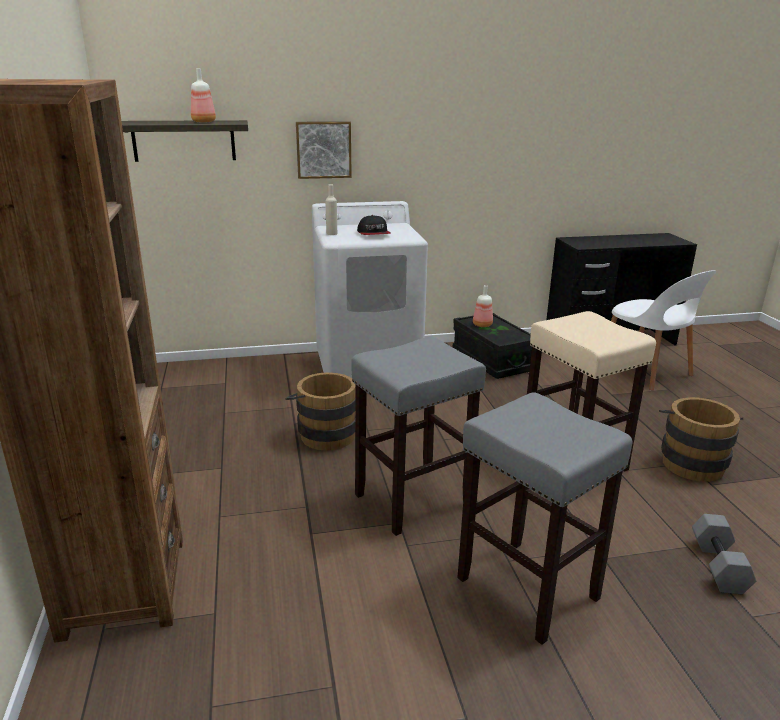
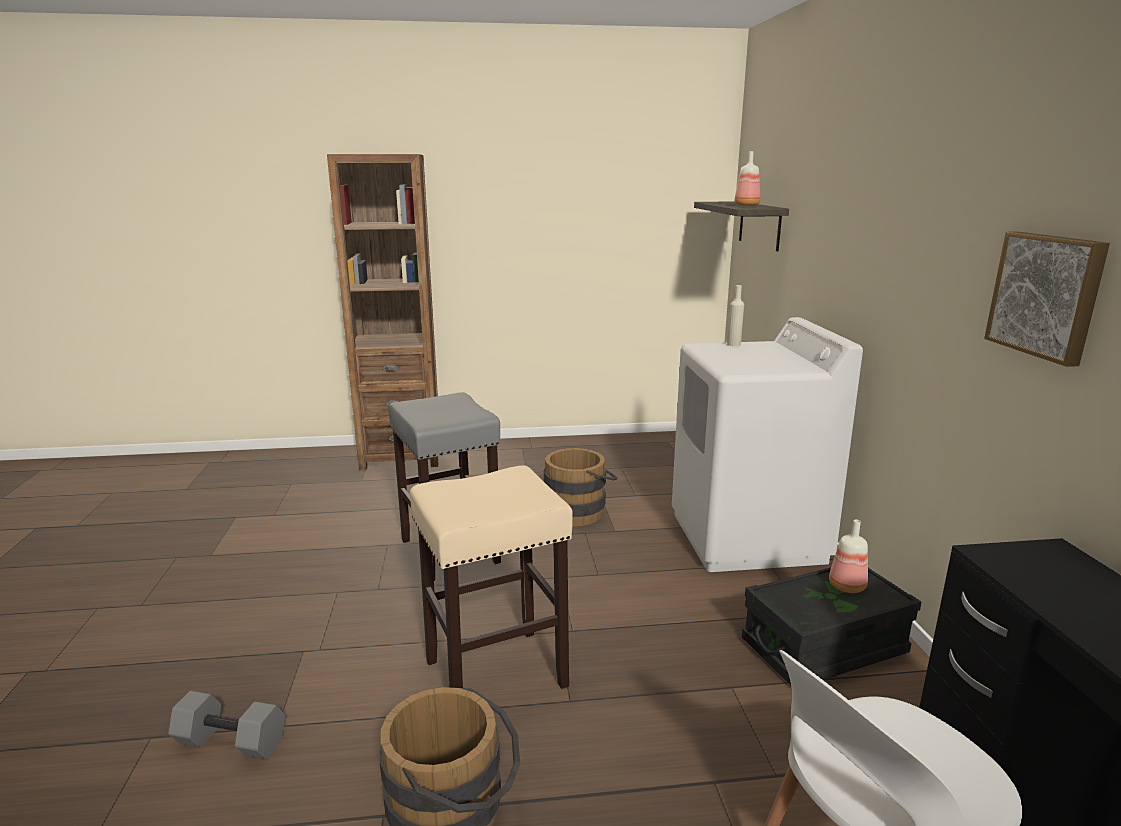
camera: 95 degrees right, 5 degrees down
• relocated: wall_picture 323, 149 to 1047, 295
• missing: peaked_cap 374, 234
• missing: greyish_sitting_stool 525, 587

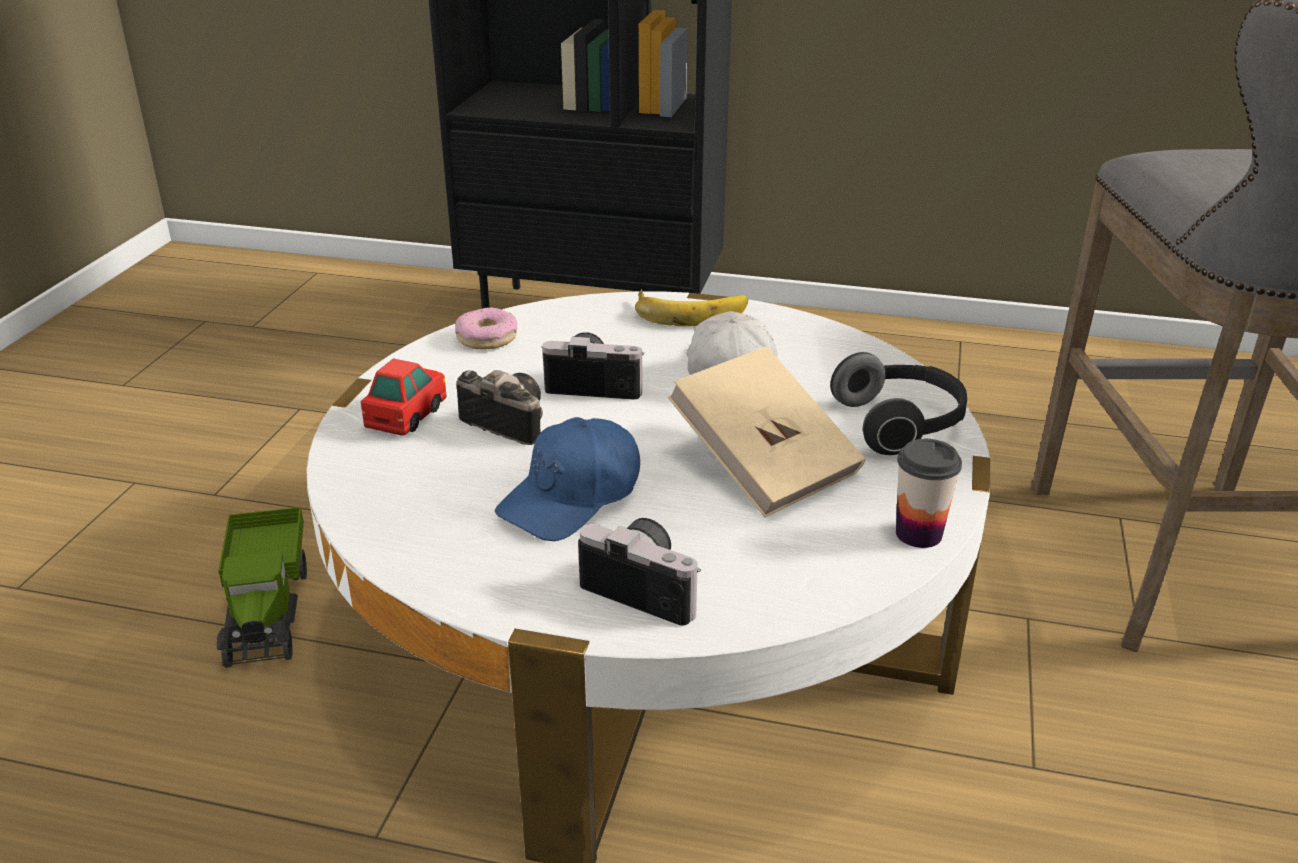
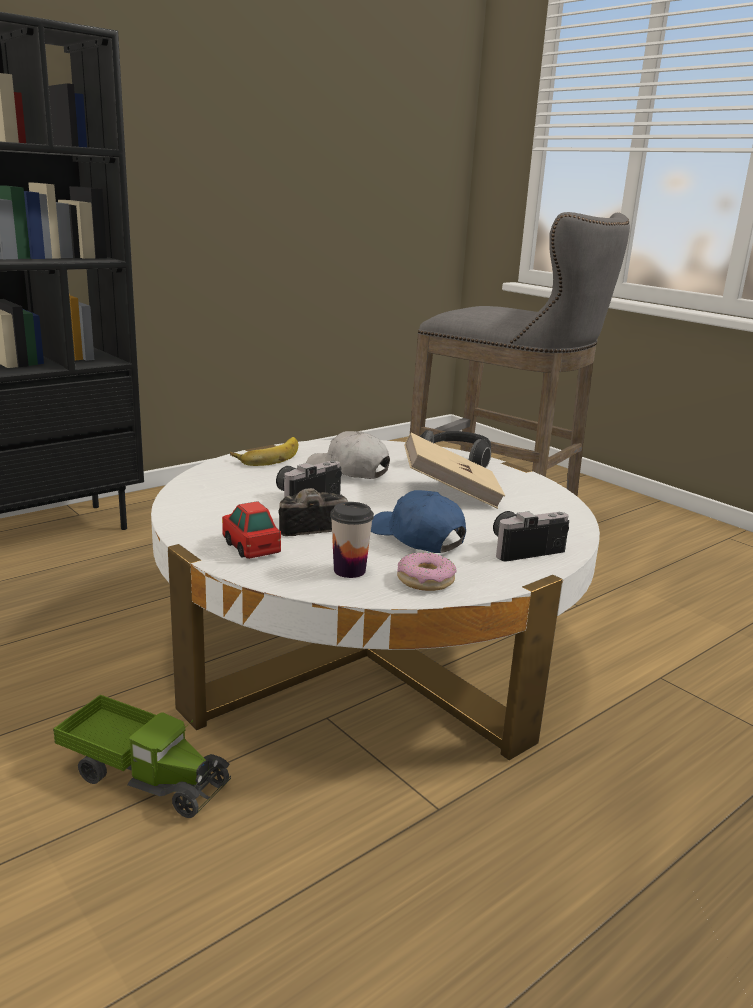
camera: 55 degrees left, 10 degrees down
• relocated: doughnut 486, 338 to 425, 580
• spun: blue_peaked_cap 572, 497 = 416, 537 150 degrees clockwise
• relocated: drinking_cup 918, 534 to 349, 570

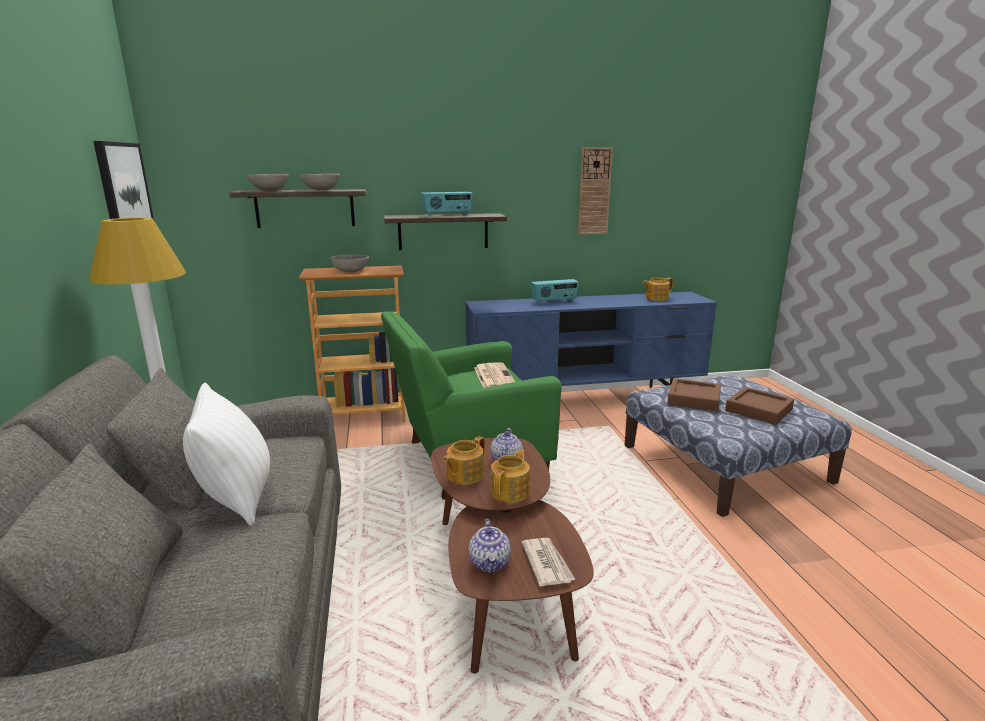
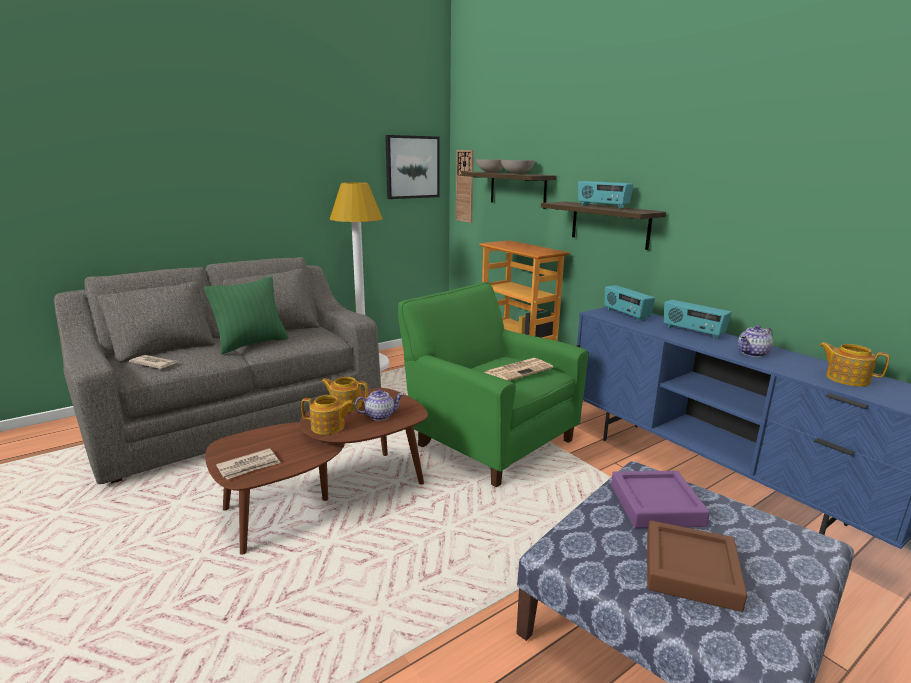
camera: 65 degrees right, 0 degrees up
• colour: whitish_pillow 237, 497 to green_pillow 252, 344
• missing: greyish_deep_dish 351, 271
• relocated: tea_pot 490, 563 to 753, 353
• relocated: wall_clock 594, 191 to 465, 186
• colour: brown-coloured_serving_tray 693, 399 to purple-coloured_serving_tray 656, 505
• appeared: daily_paper 154, 363
• appeared: radio_receiver 625, 315

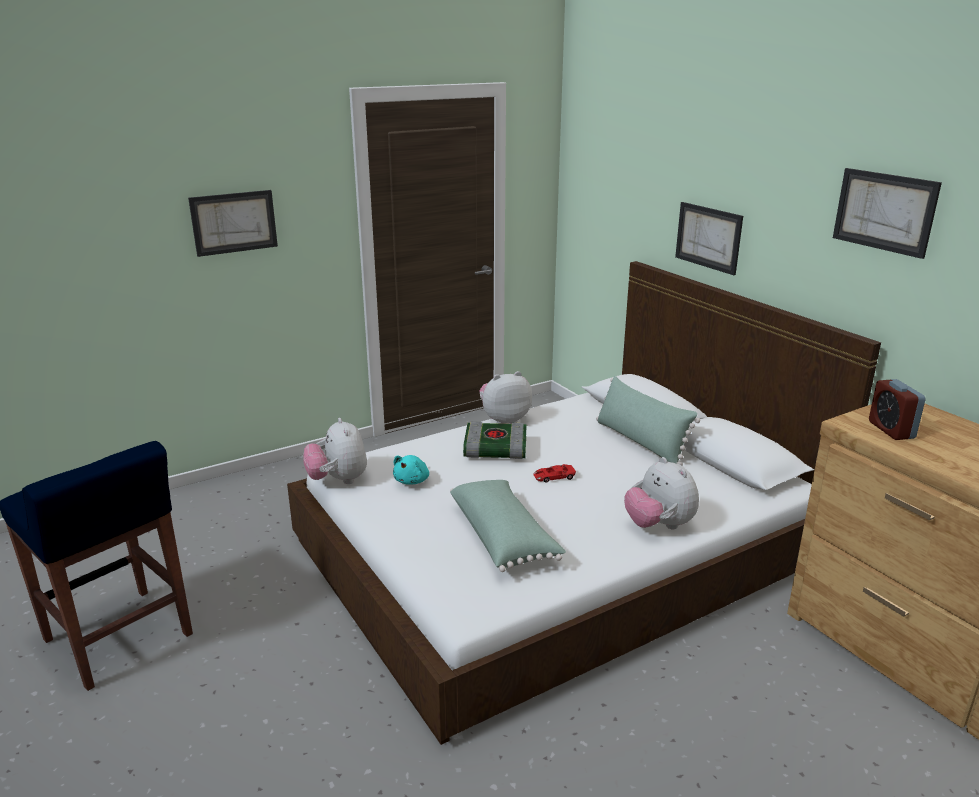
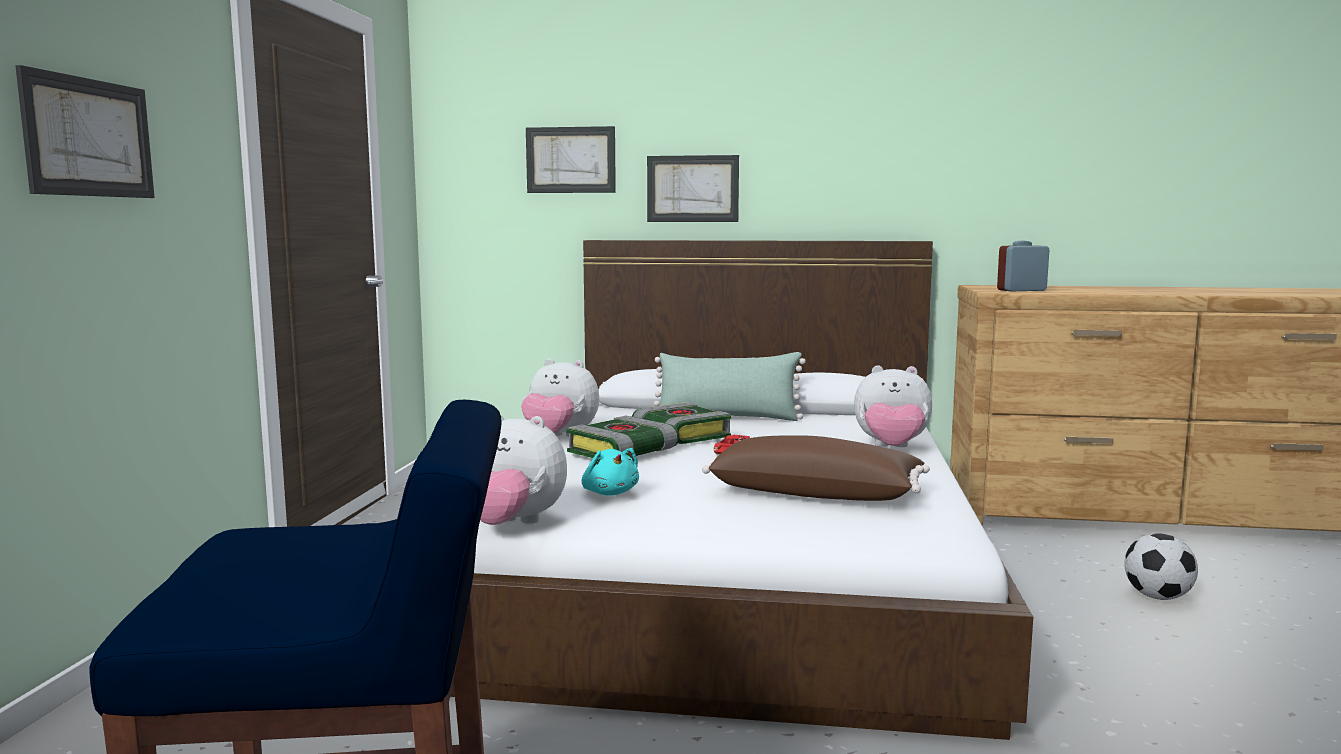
camera: 50 degrees left, 15 degrees down
• colour: green_pillow 503, 537 to brown-coloured_pillow 815, 493
• spun: cuddly_toy 504, 419 = 560, 437 90 degrees counterclockwise
• relocated: wall_picture 884, 211 to 571, 160
• spun: table_clock 891, 430 = 1021, 290 135 degrees clockwise
• appeared: book 679, 435
• appeared: football_ball 1157, 597

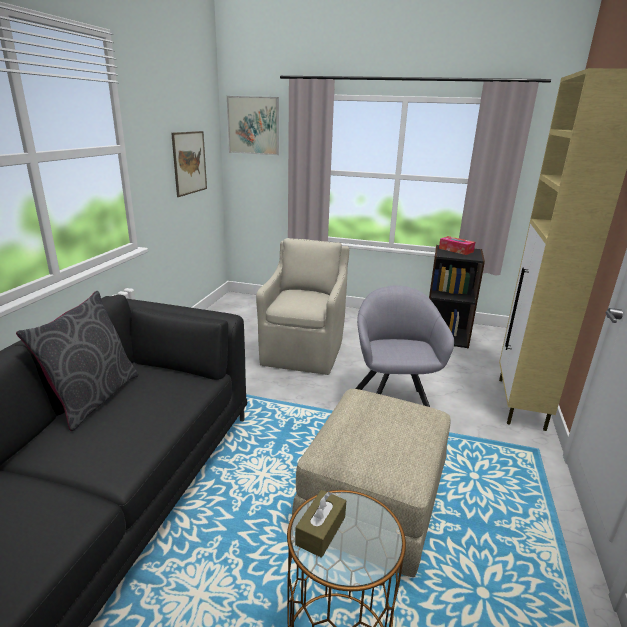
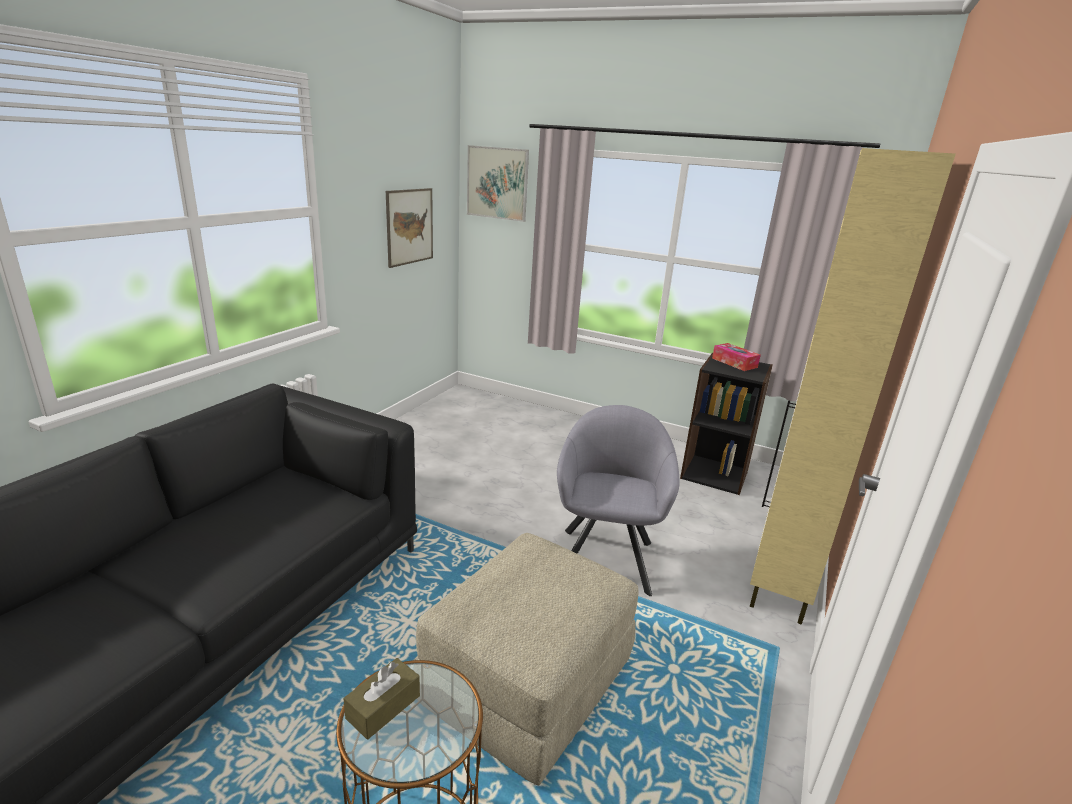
camera: 10 degrees right, 0 degrees up
• missing: greyish_pillow 93, 398
• missing: beige_lounge_chair 304, 351

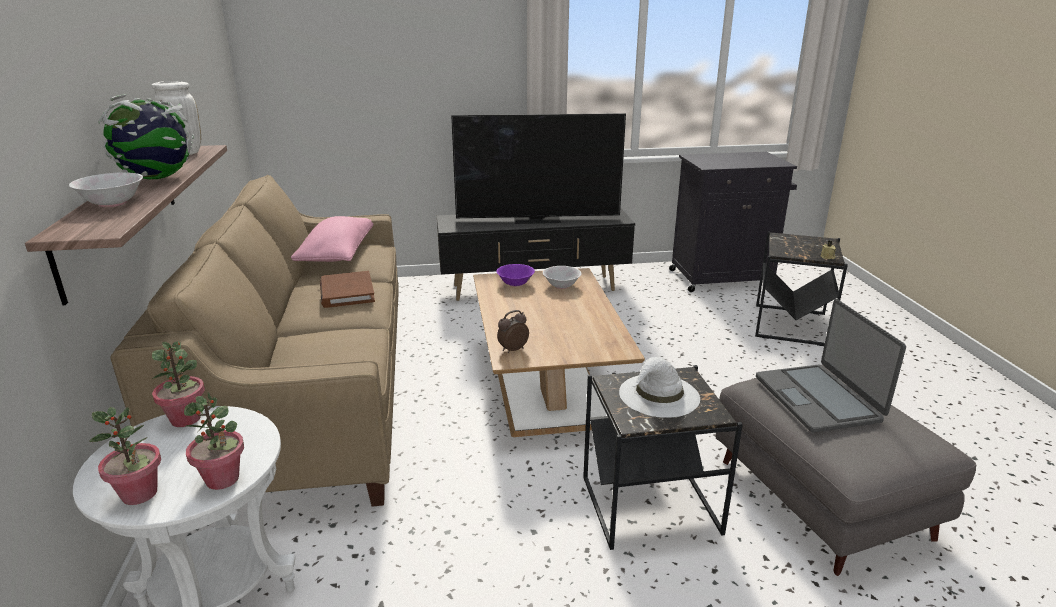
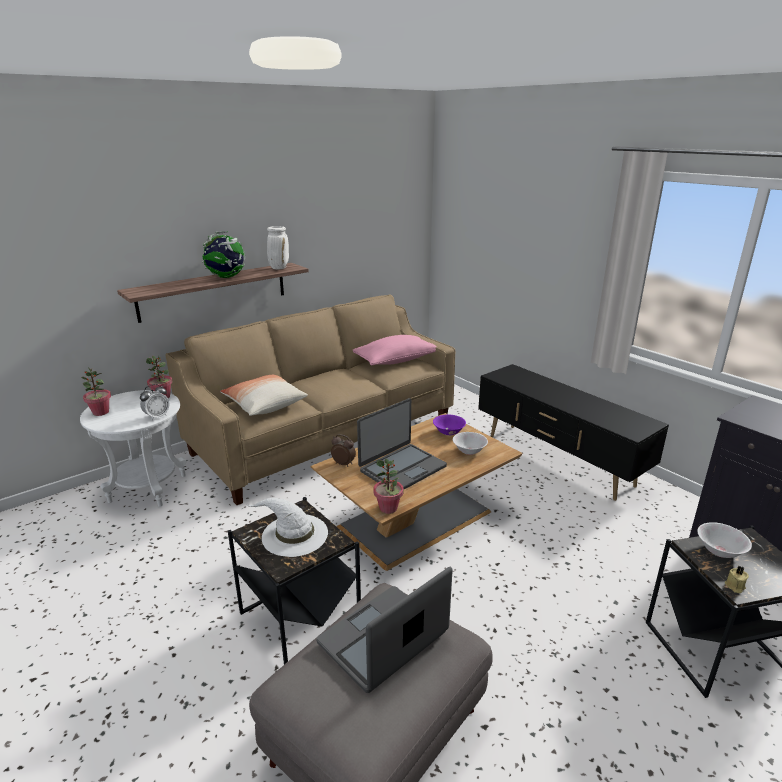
camera: 60 degrees right, 0 degrees up
• relocated: whitish_deep_dish 112, 203 to 719, 551
• relocated: potted_plant 223, 479 to 388, 508
• missing: brown-coloured_book 347, 293
• missing: television 538, 219
• appeared: table_clock 157, 416
• appeared: pillow 264, 405
• appeared: portable_computer 402, 468

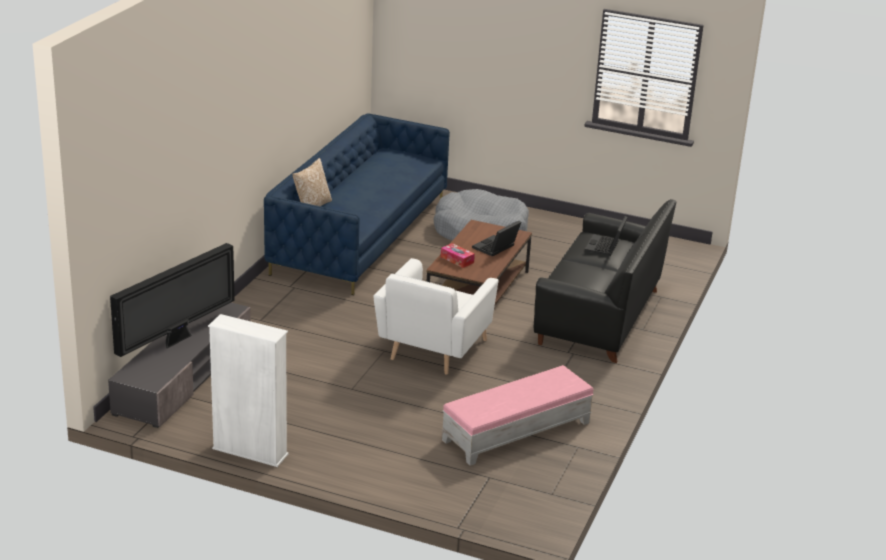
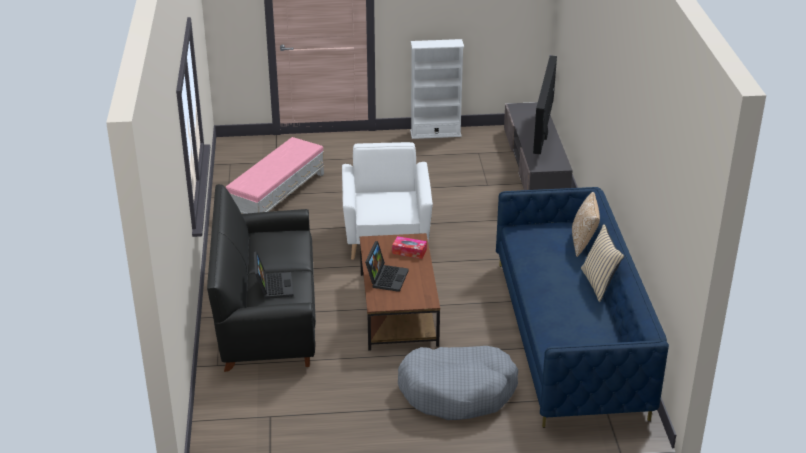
camera: 155 degrees right, 5 degrees up
• appeared: beige_pillow 599, 284

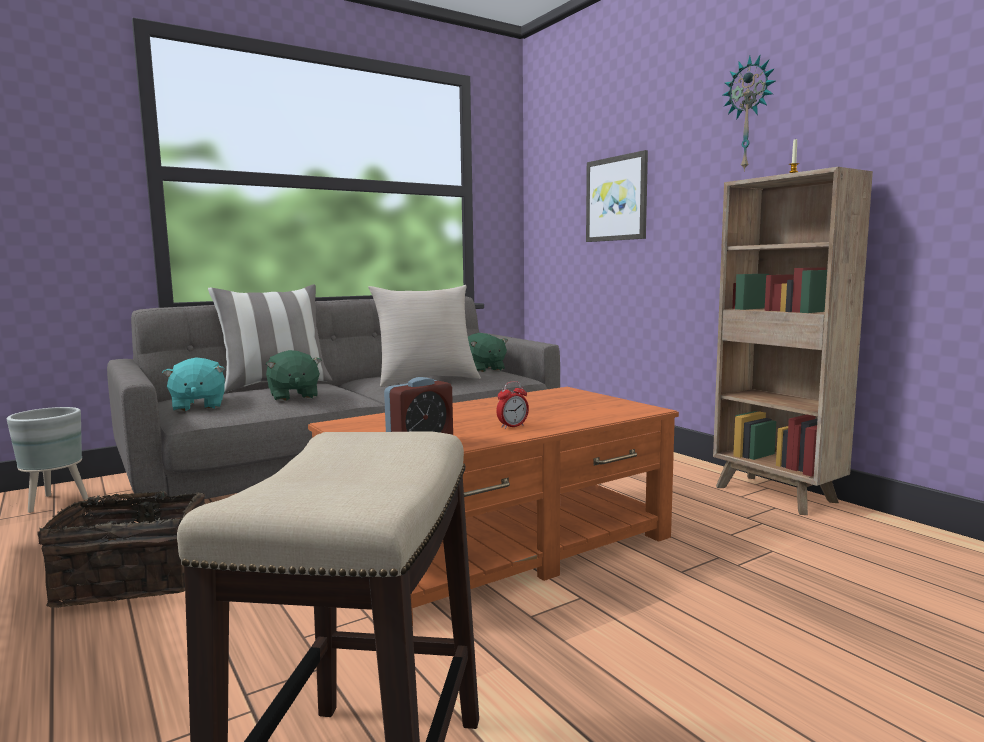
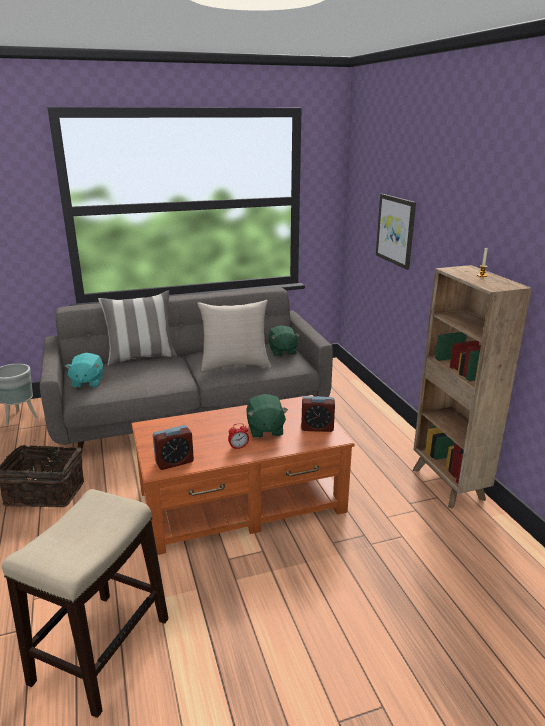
camera: 15 degrees right, 15 degrees up
• relocated: green_cuddly_toy 293, 396 to 265, 430
• missing: wall_clock 749, 114
• appeared: table_clock 317, 428

